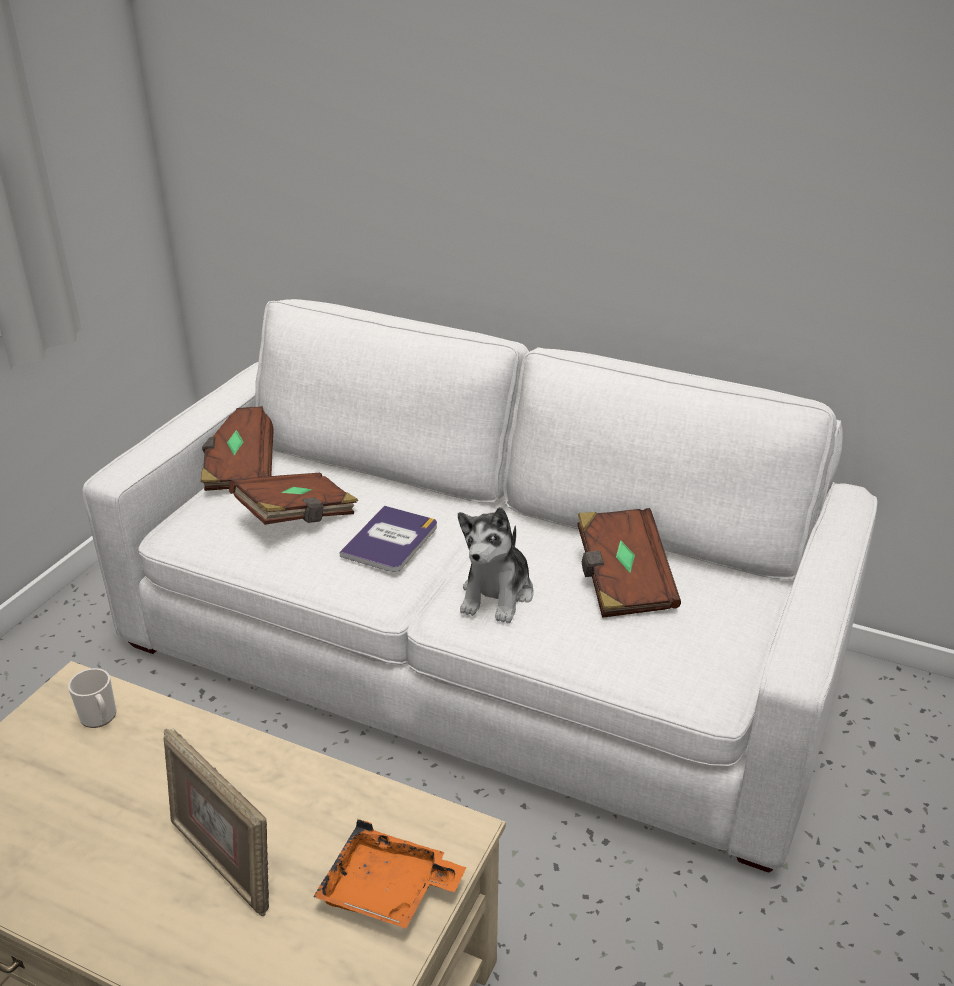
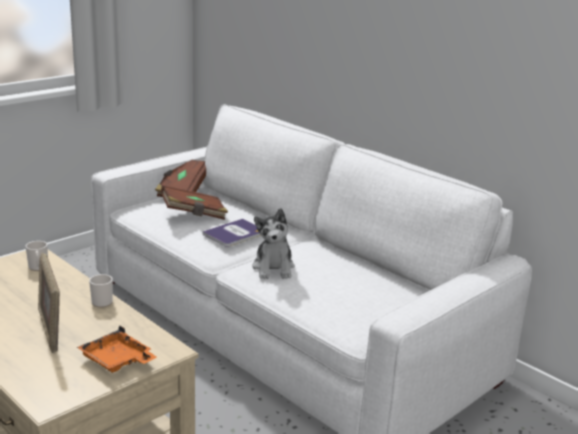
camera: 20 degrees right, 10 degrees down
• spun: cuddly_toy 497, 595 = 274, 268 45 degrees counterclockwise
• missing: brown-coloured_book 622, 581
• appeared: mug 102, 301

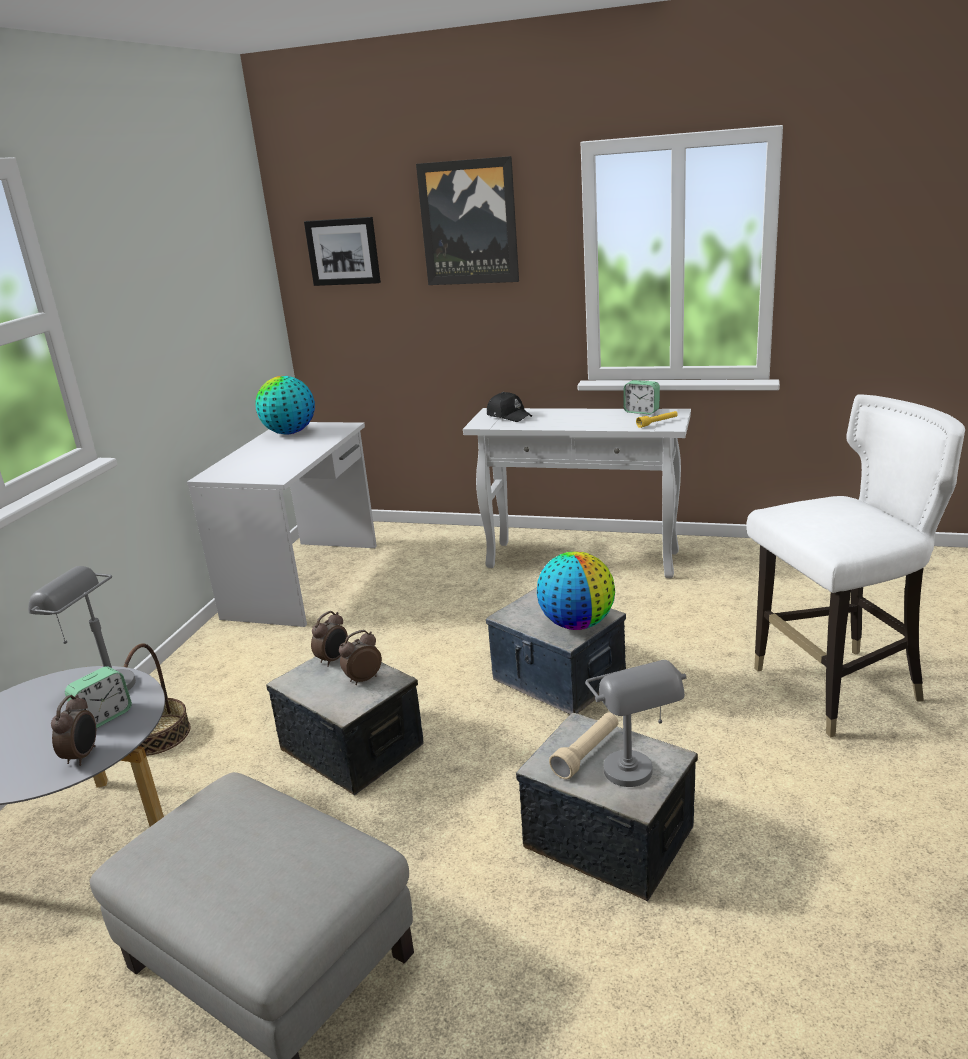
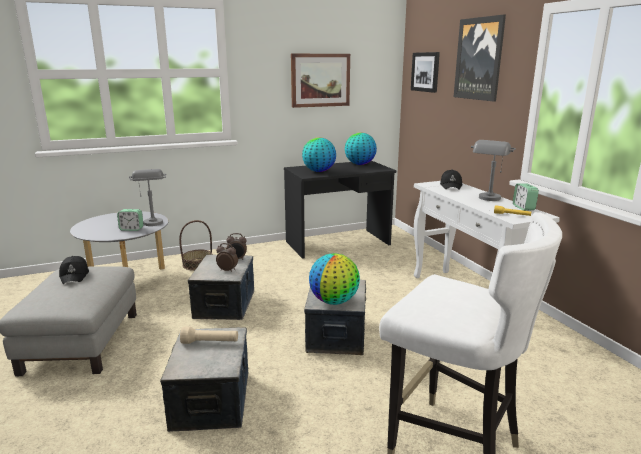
camera: 50 degrees right, 5 degrees down
• missing: table_clock 83, 755
• colour: whitish_desk 305, 580 to blackish_desk 338, 243
• relocated: greyish_tabletop_lamp 637, 781 to 488, 200
• appeared: blackish_peaked_cap 75, 275
• appeared: wall_picture 320, 80
• appeared: world_globe 319, 171

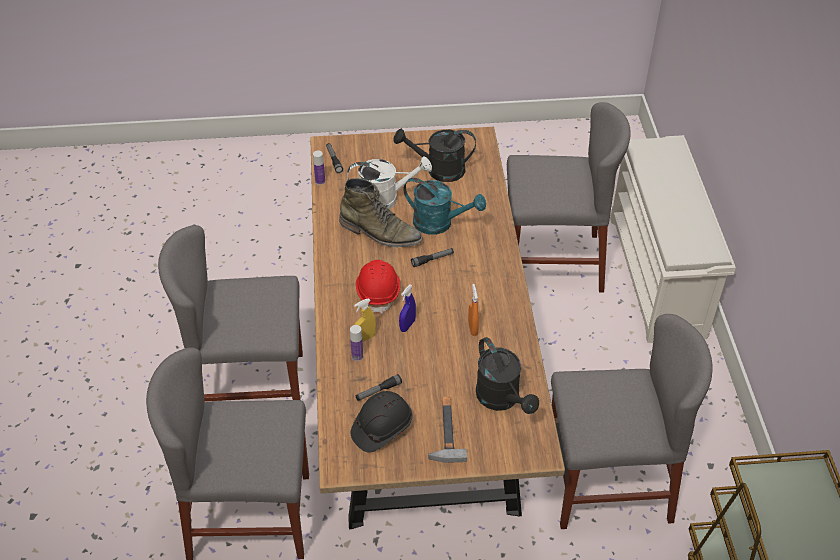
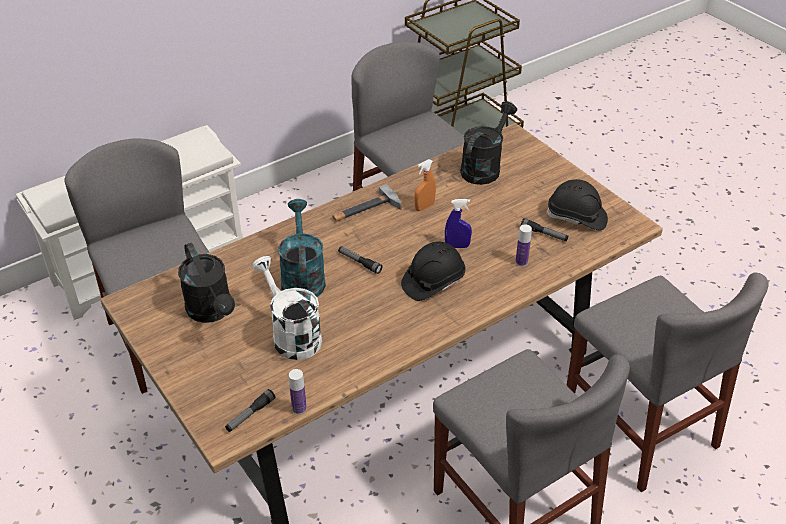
camera: 120 degrees left, 5 degrees down
• missing: green_tall_boot 380, 232
• missing: yellow_hand_sprayer 365, 338
• colour: red_hard_hat 378, 291 to blackish_hard_hat 433, 282
• relocated: hand_hammer 445, 430 to 366, 210

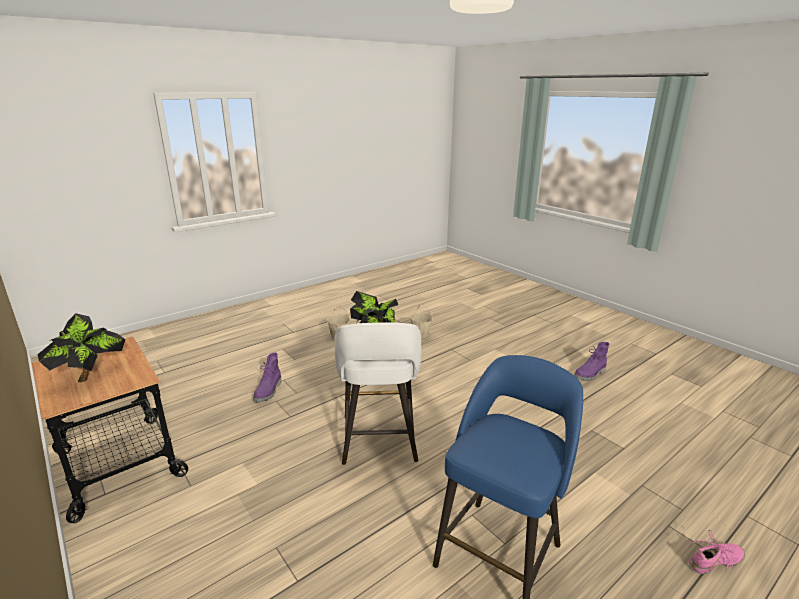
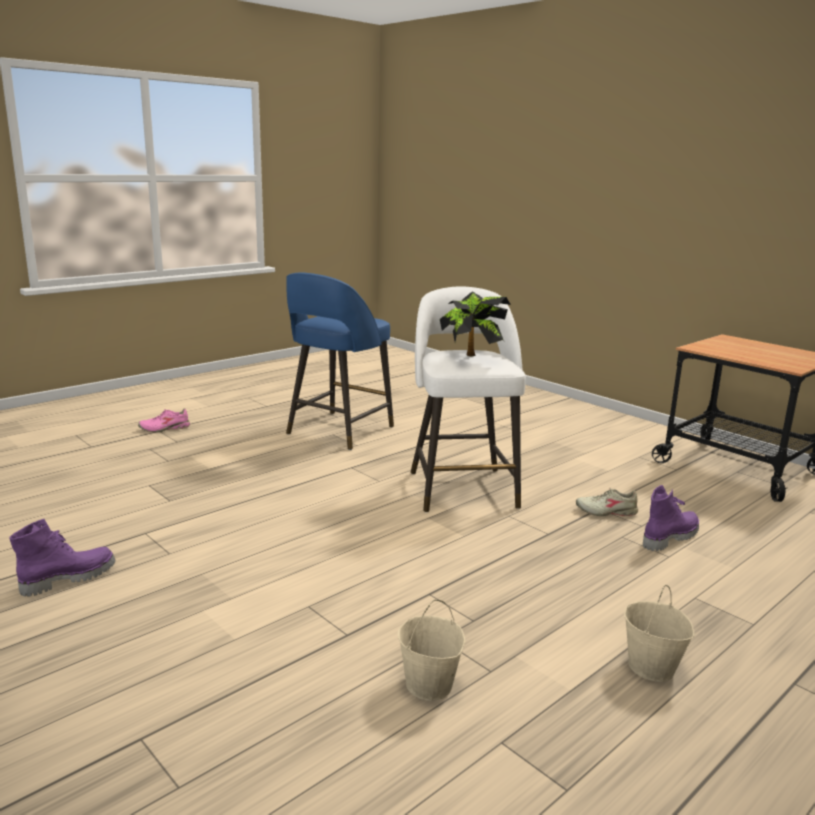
camera: 175 degrees right, 5 degrees down
• missing: potted_plant 91, 375
• spun: purple-coloured_tall_boot 269, 391 = 669, 537 45 degrees clockwise
• appeared: beige_item_of_footwear 606, 511

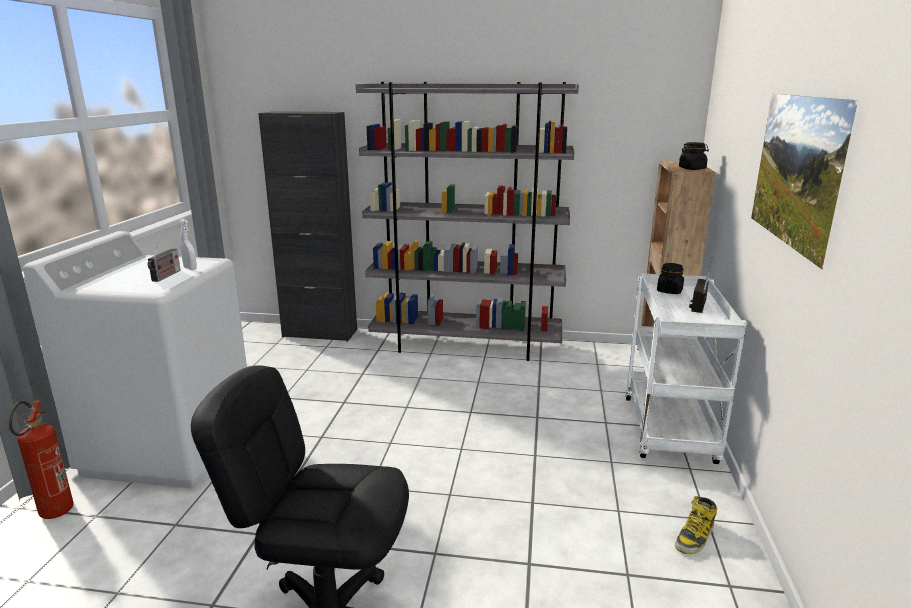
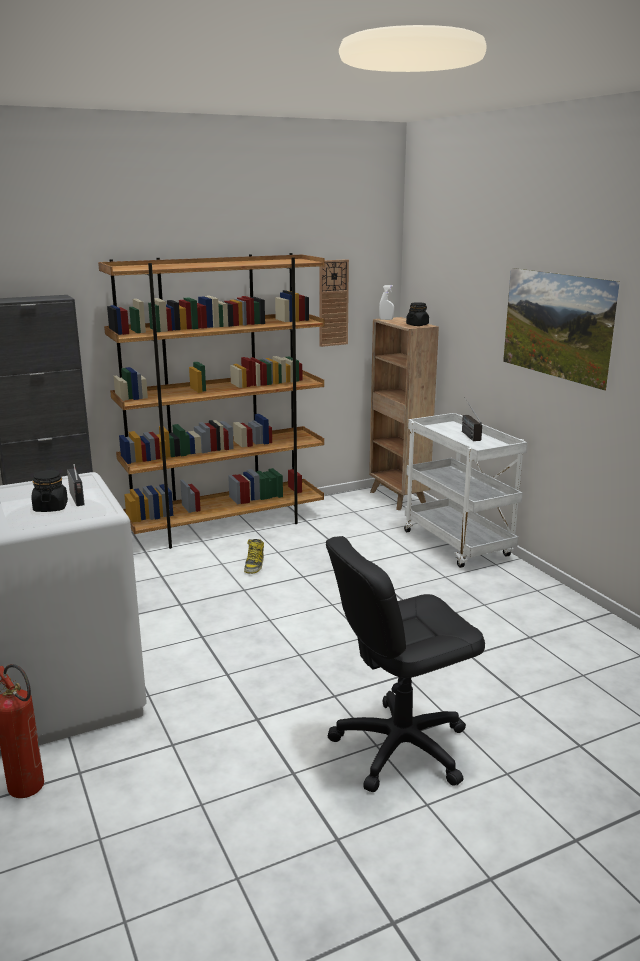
camera: 35 degrees left, 0 degrees up
• relocated: whitish_hand_sprayer 190, 268 to 386, 319
• colour: greyish_shelving_unit 466, 345 to brown-coloured_shelving_unit 226, 525
• relocated: blackish_preserve_jar 669, 291 to 50, 507
• relocated: tall_boot 694, 537 to 254, 565
• appeared: wall_clock 333, 303

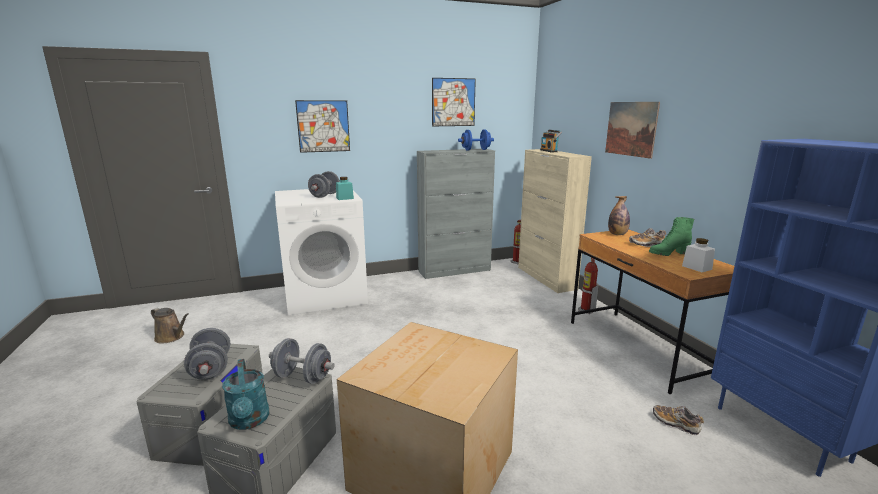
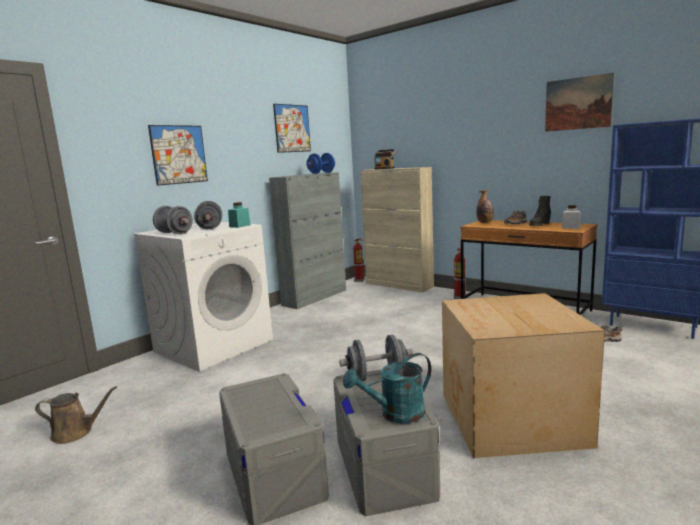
camera: 30 degrees left, 5 degrees down
• relocated: greyish_free_weight 211, 369 to 174, 233
• spun: turquoise_sprinkling_can 249, 421 = 395, 414 120 degrees clockwise
• relocated: wall_picture 631, 129 to 578, 103
• colour: green_tall_boot 668, 253 to blackish_tall_boot 539, 225

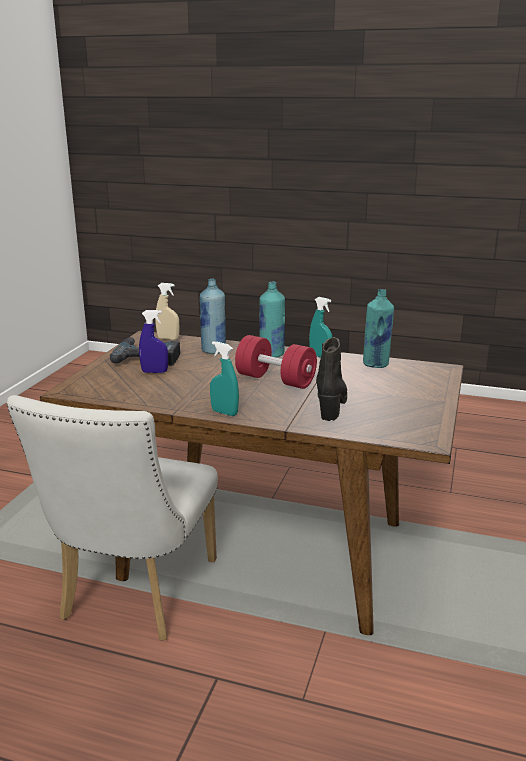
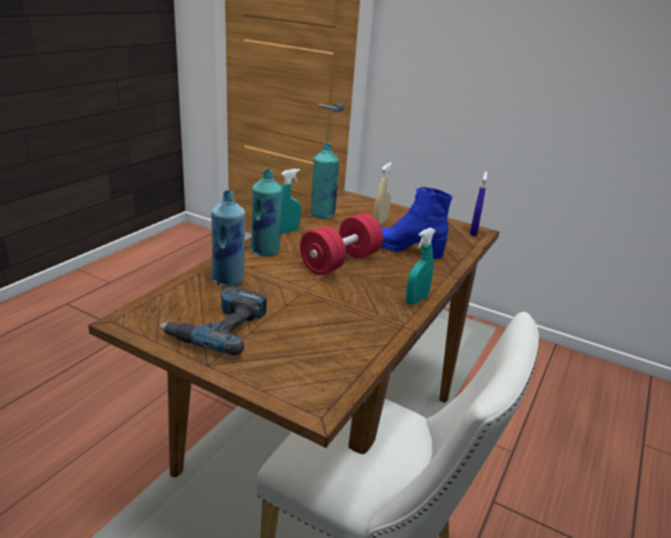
camera: 80 degrees left, 5 degrees up
• relocated: blue_hand_sprayer 154, 372 to 473, 232
• relocated: beige_hand_sprayer 168, 338 to 380, 222
• colour: blackish_tall_boot 331, 403 to blue_tall_boot 405, 249

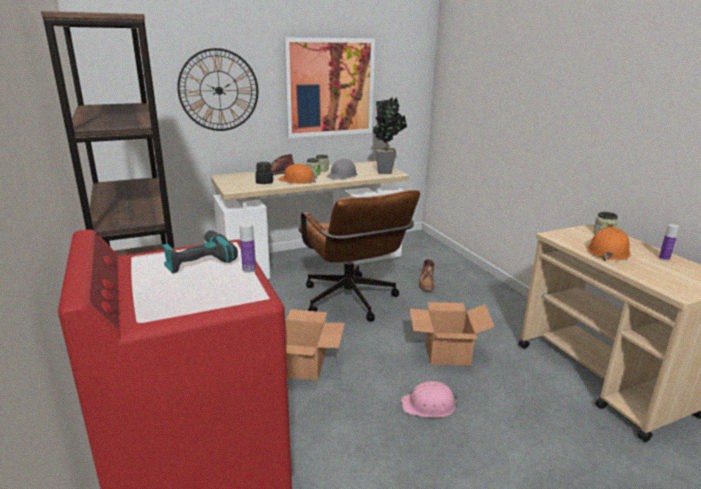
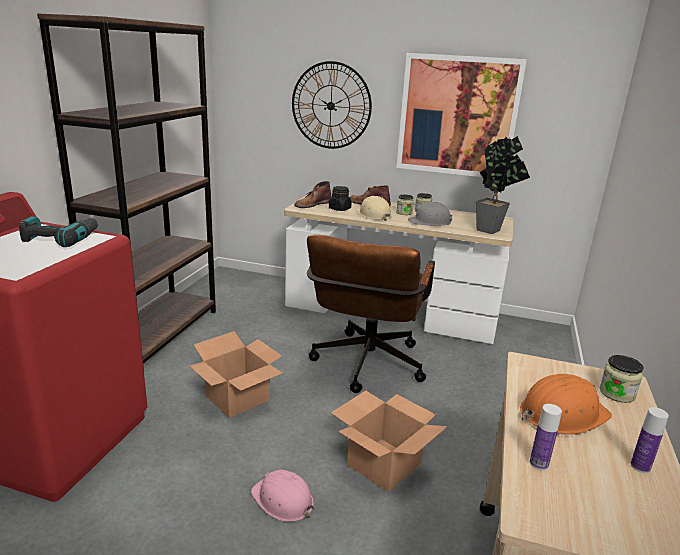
camera: 40 degrees right, 0 degrees up
• relocated: bottle 249, 270 to 539, 463
• colour: orange-coloured_hard_hat 297, 180 to beige_hard_hat 373, 215
• relocated: brown-coloured_tall_boot 426, 283 to 312, 204

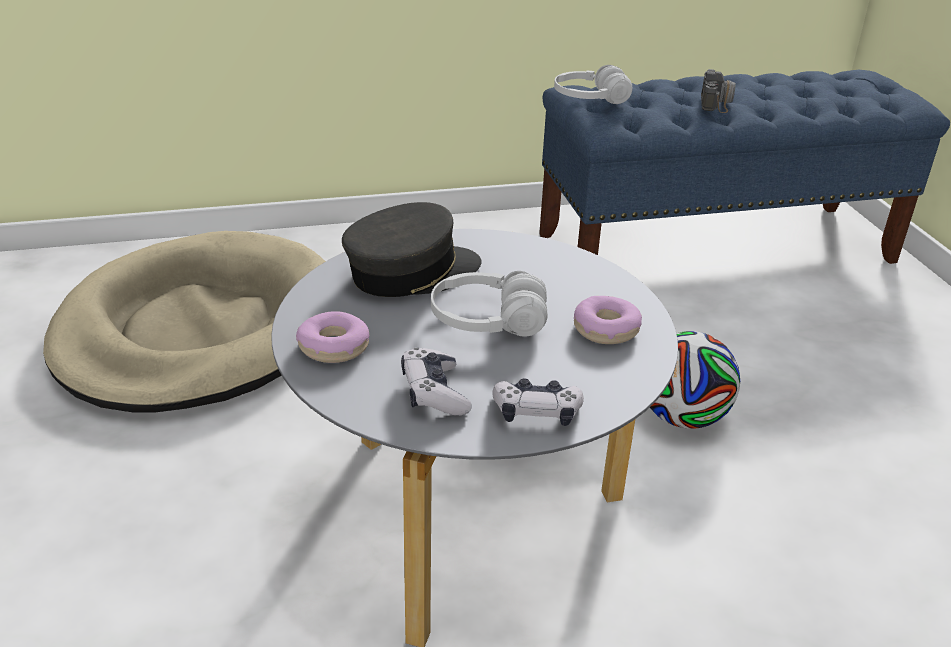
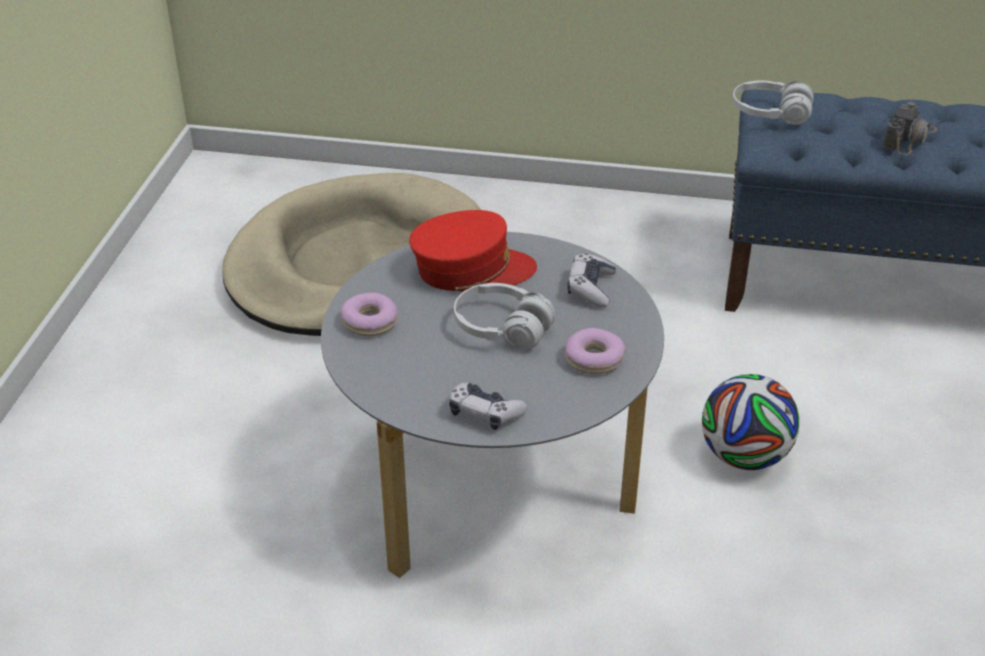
camera: 25 degrees right, 5 degrees up
• colour: greyish_peaked_cap 411, 273 to red_peaked_cap 471, 270
• relocated: joypad 434, 392 to 590, 288

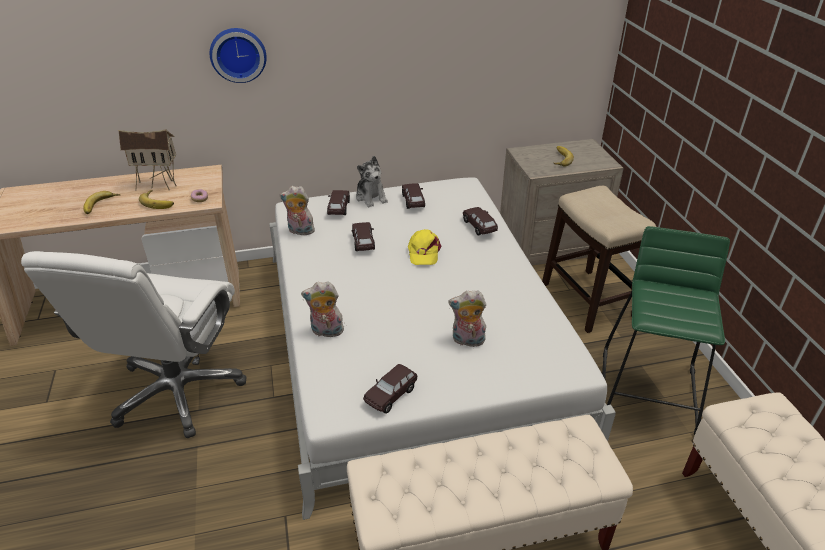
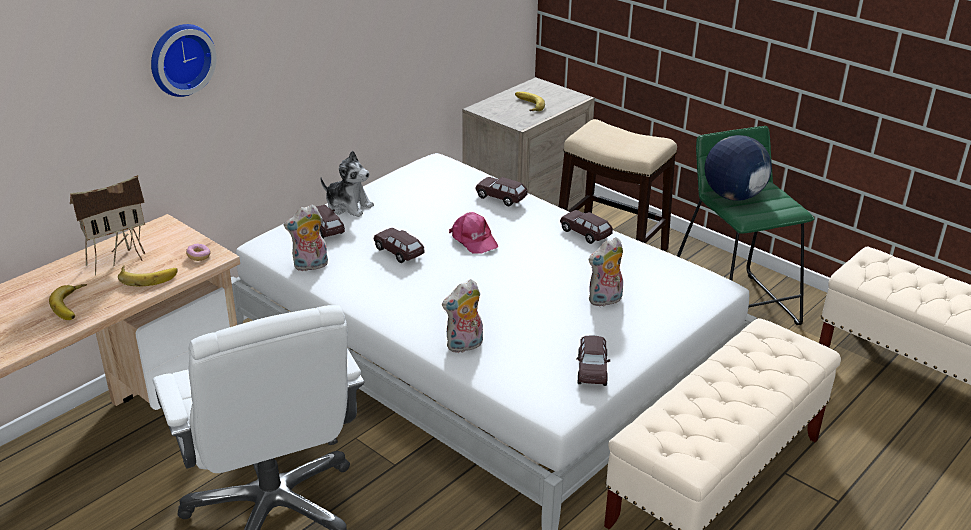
camera: 35 degrees left, 5 degrees down
• relocated: brown-coloured_model_car 413, 201 to 585, 233
• colour: yellow_peaked_cap 423, 252 to pink_peaked_cap 473, 240
• appeared: world_globe 732, 196

